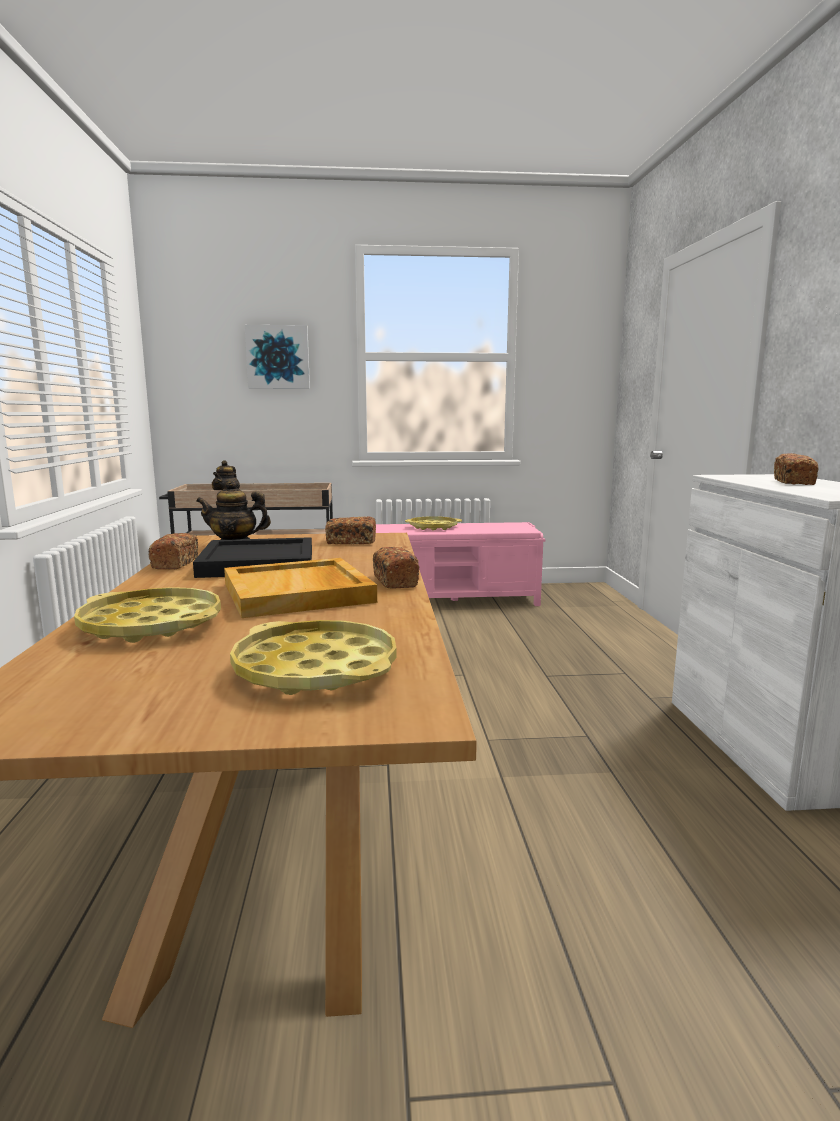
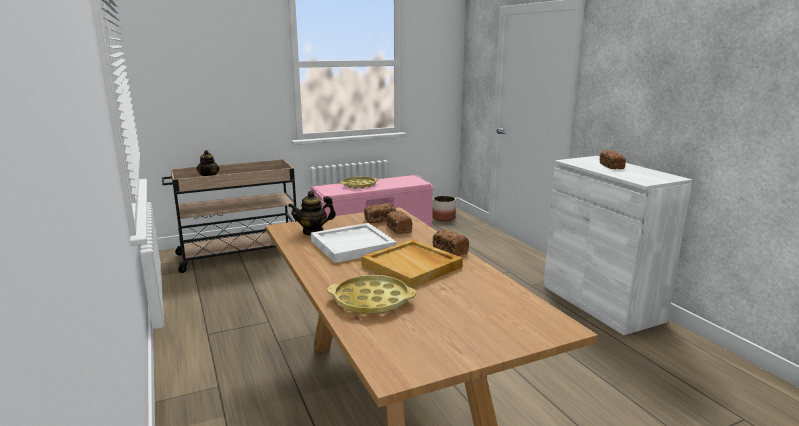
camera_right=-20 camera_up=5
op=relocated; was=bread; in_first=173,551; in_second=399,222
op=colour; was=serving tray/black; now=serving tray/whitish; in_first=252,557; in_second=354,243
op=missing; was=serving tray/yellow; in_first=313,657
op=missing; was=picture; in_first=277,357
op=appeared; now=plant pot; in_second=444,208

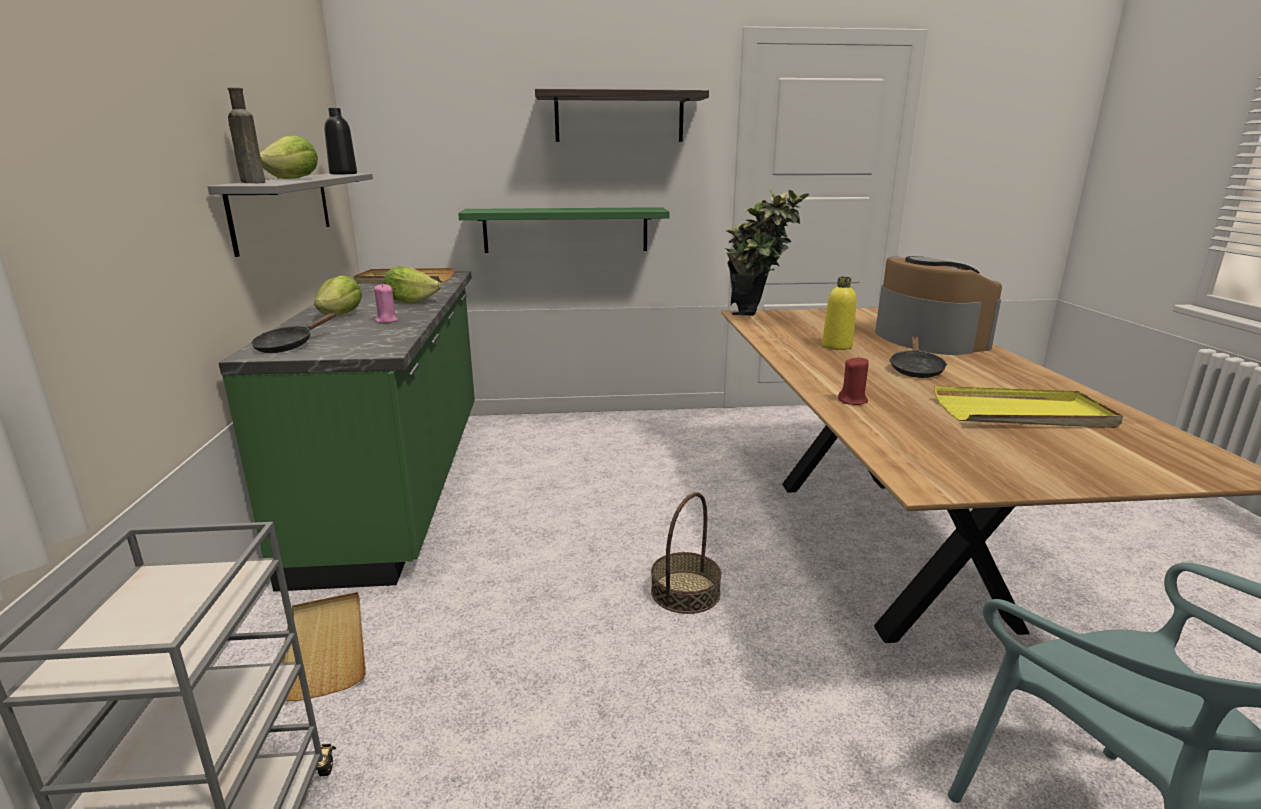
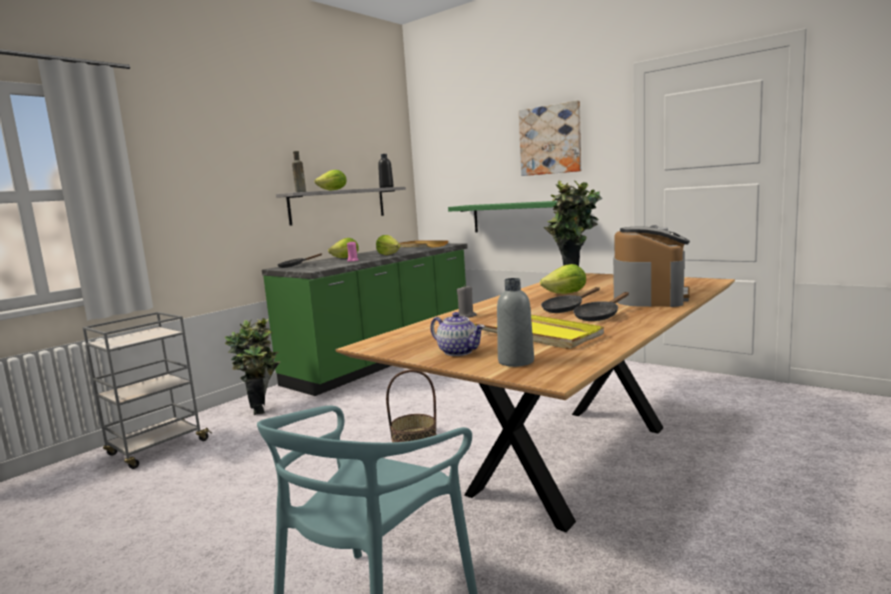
camera_right=45 camera_up=-10
op=exchanged; was=serving tray/beige-coloured; now=potted plant; in_first=323,646; in_second=252,366
op=exchanged; was=shelf; now=picture; in_first=622,115; in_second=550,138
op=exchanged; was=drink bottle/yellow; now=lettuce head; in_first=839,313; in_second=563,279
op=colour; was=candle/red; now=candle/gray; in_first=853,380; in_second=466,301
op=appeared; now=teapot; in_second=457,334
op=appeared; now=drink bottle/gray; in_second=515,322
op=appeared; now=pan/black; in_second=601,306

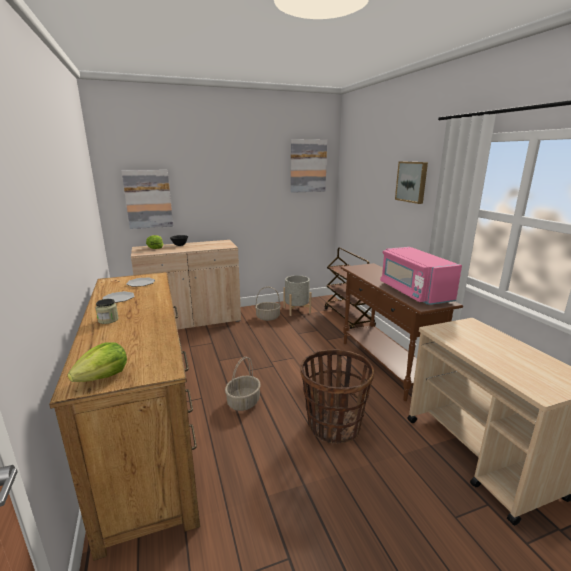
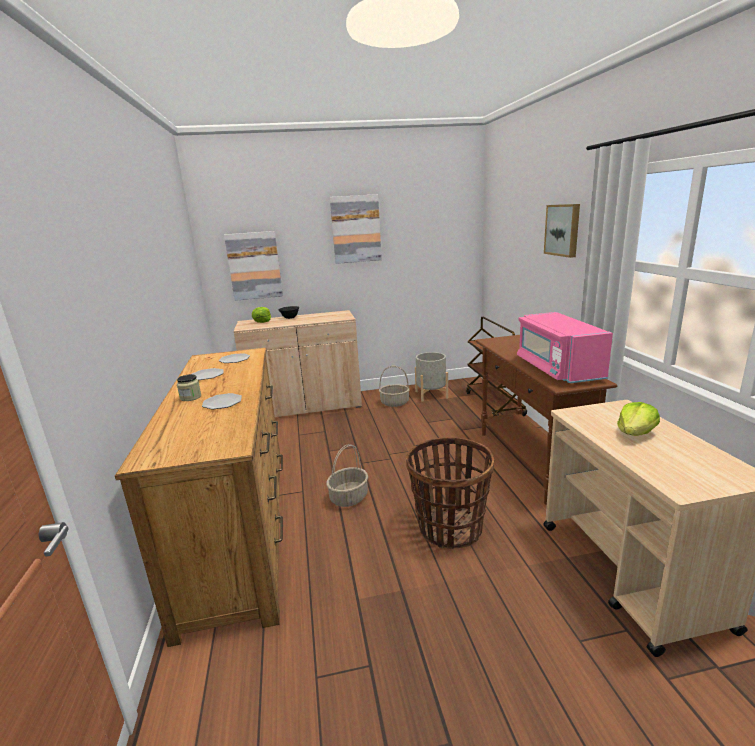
camera_right=10 camera_up=0
op=relocated; was=lettuce head; in_first=97,362; in_second=638,419
op=relocated; was=picture; in_first=309,166; in_second=356,229
op=appeared; now=dinner plate; in_second=222,401

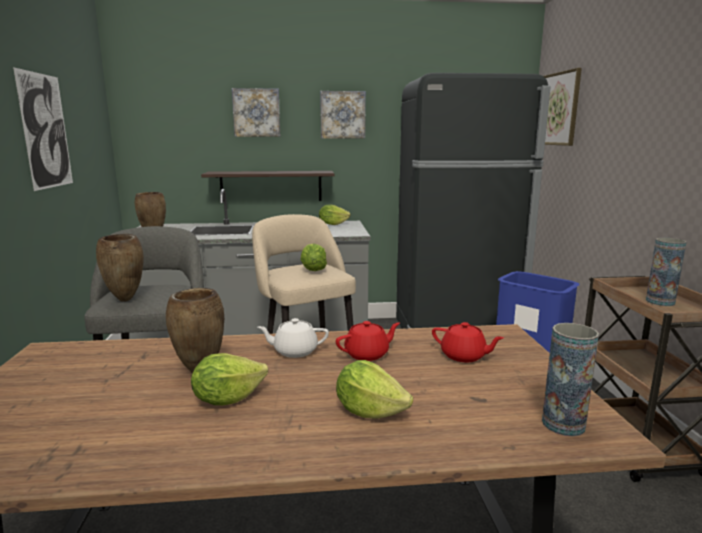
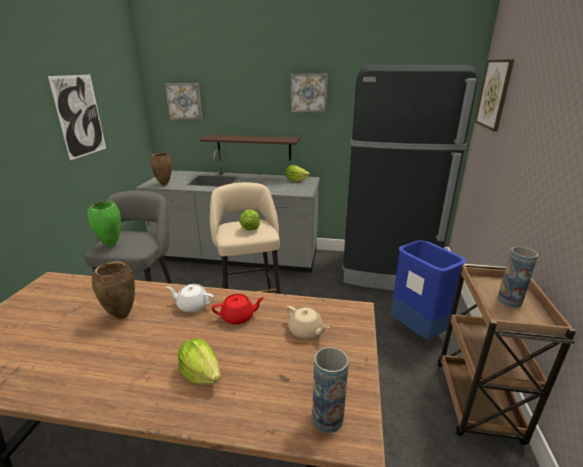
camera_right=15 camera_up=10
op=colour; was=decorative vase/brownish; now=decorative vase/greenish; in_first=119,267; in_second=104,224
op=missing; was=lettuce head; in_first=229,379
op=relocated; was=picture; in_first=256,112; in_second=183,101
op=colour; was=teapot/red; now=teapot/beige-coloured; in_first=468,342; in_second=307,322

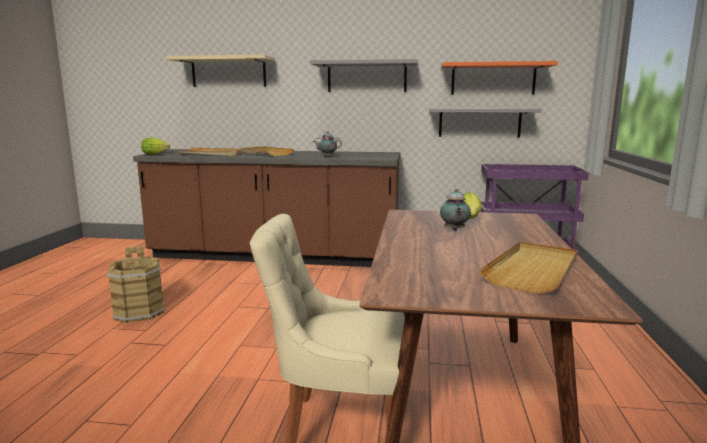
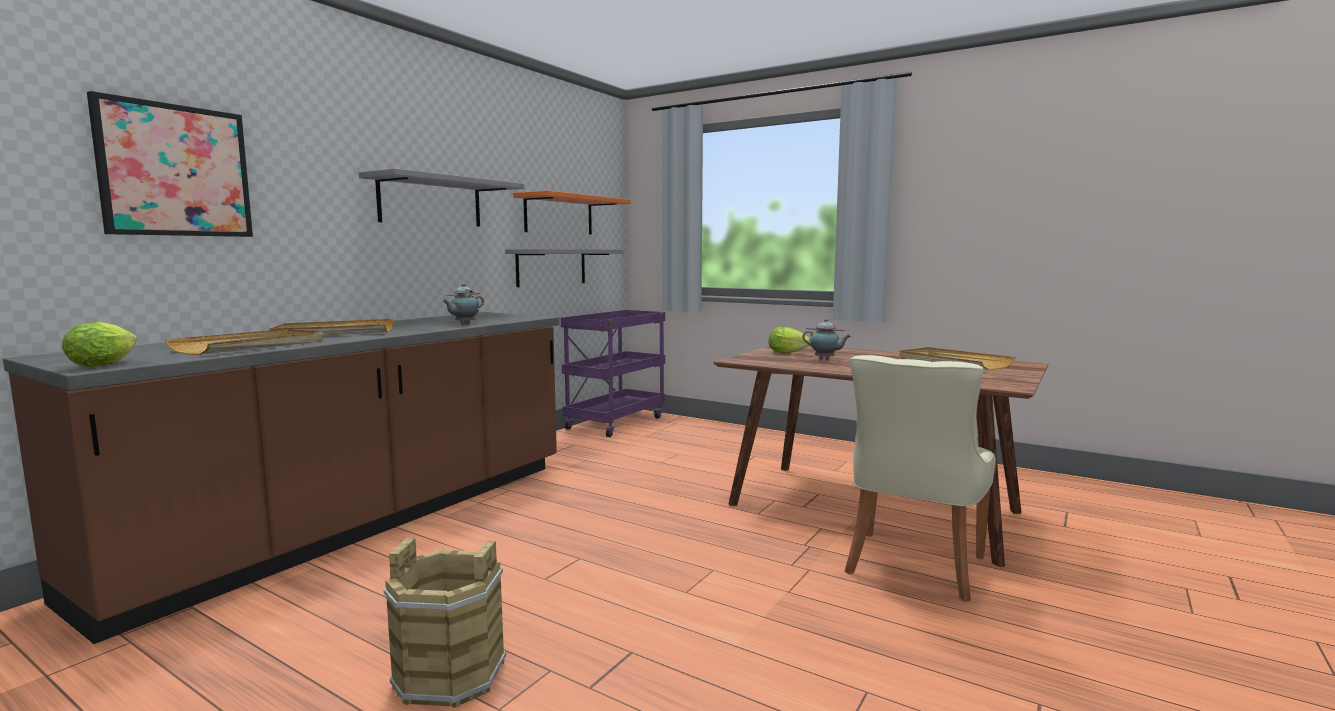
camera_right=-65 camera_up=-5
op=exchanged; was=shelf/beige-coloured; now=picture; in_first=220,71; in_second=170,164

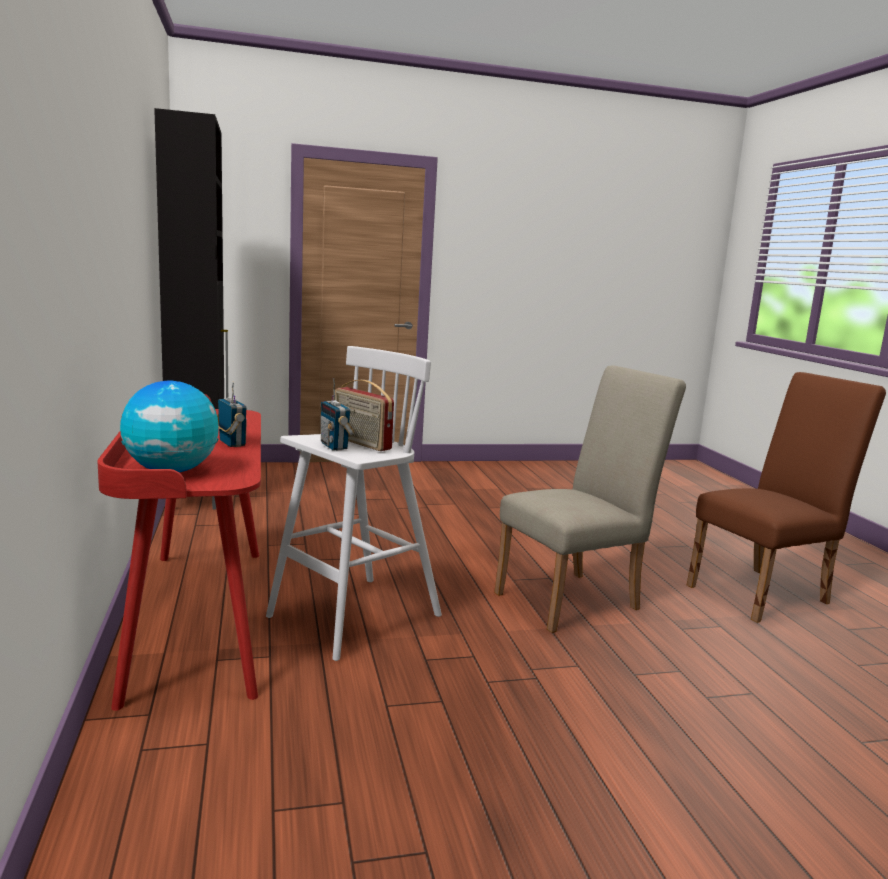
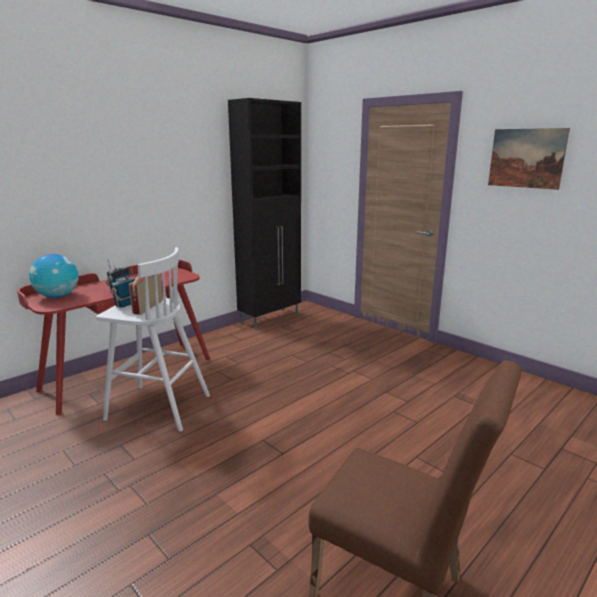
camera_right=60 camera_up=5
op=missing; was=upright chair/beige-coloured; in_first=590,499
op=appeared; now=picture; in_second=529,159

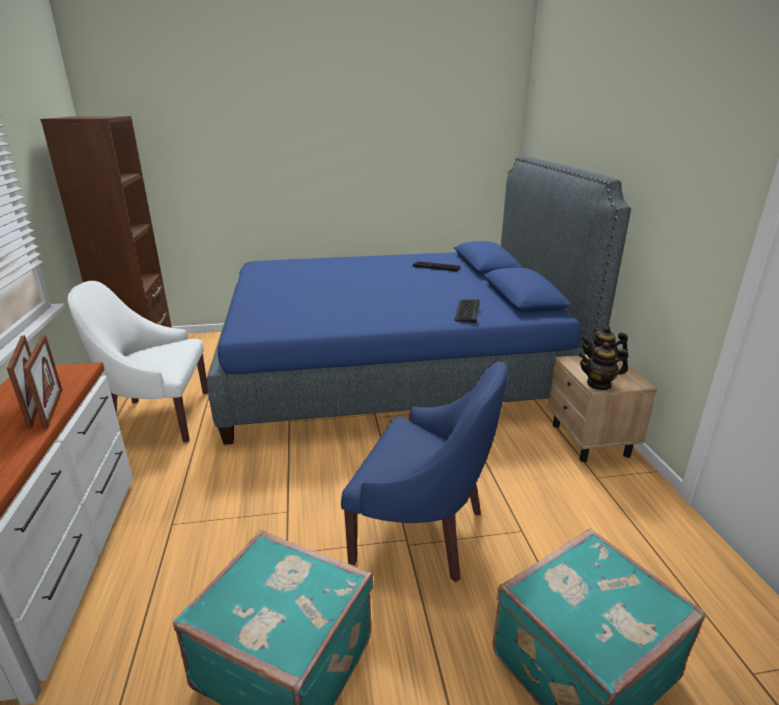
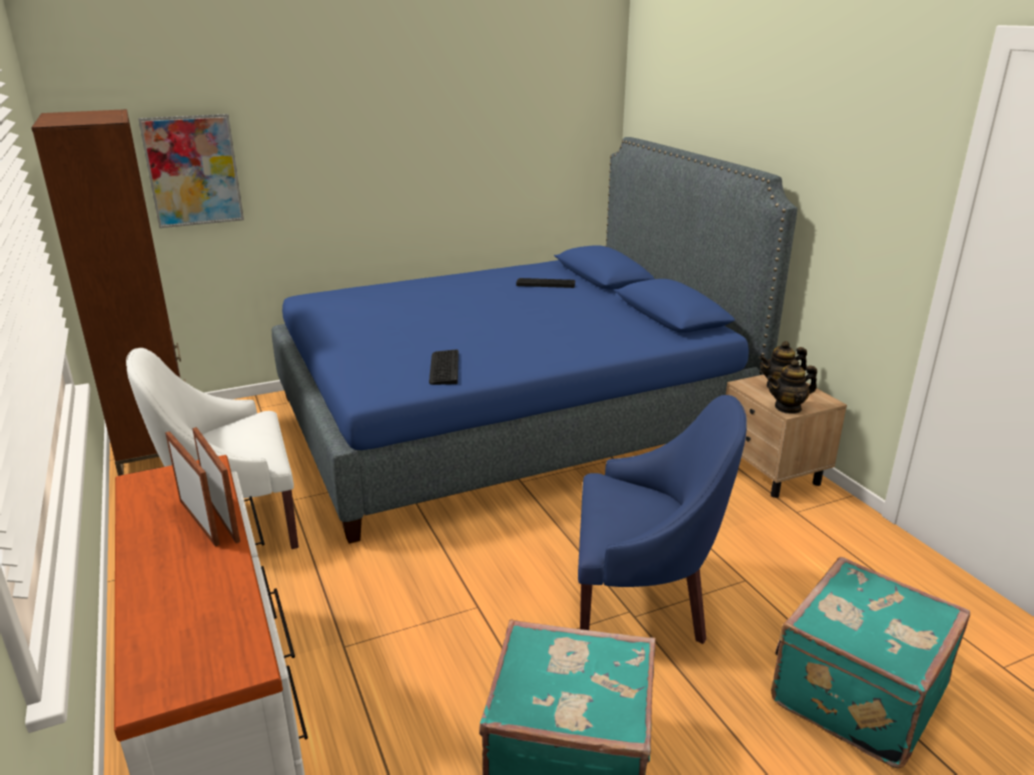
camera_right=-15 camera_up=0
op=relocated; was=computer keyboard; in_first=467,311; in_second=444,367
op=appeared; now=picture; in_second=191,171

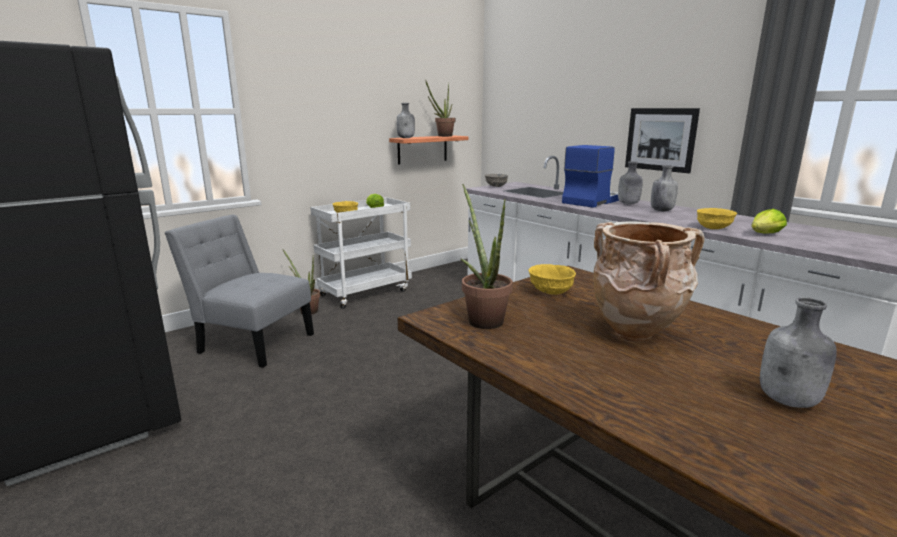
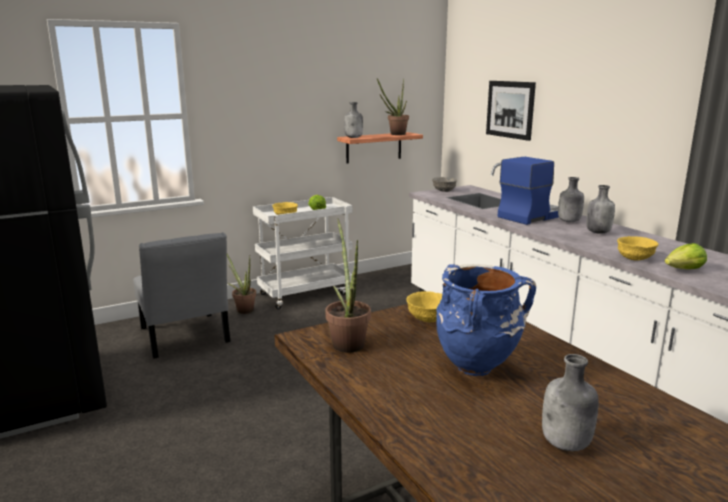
camera_right=10 camera_up=0
op=spun; was=upright chair/gray; in_first=239,291; in_second=182,295; clockwise=-150
op=colour; was=decorative vase/beige-coloured; now=decorative vase/bluish; in_first=649,281; in_second=486,320
op=relocated; was=picture; in_first=662,140; in_second=511,111

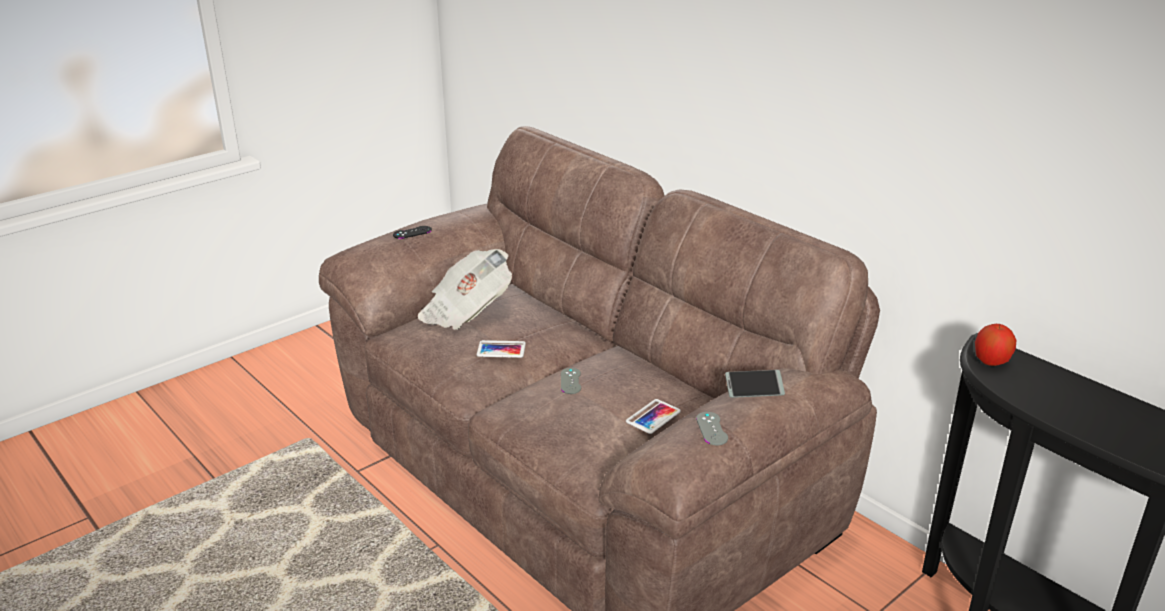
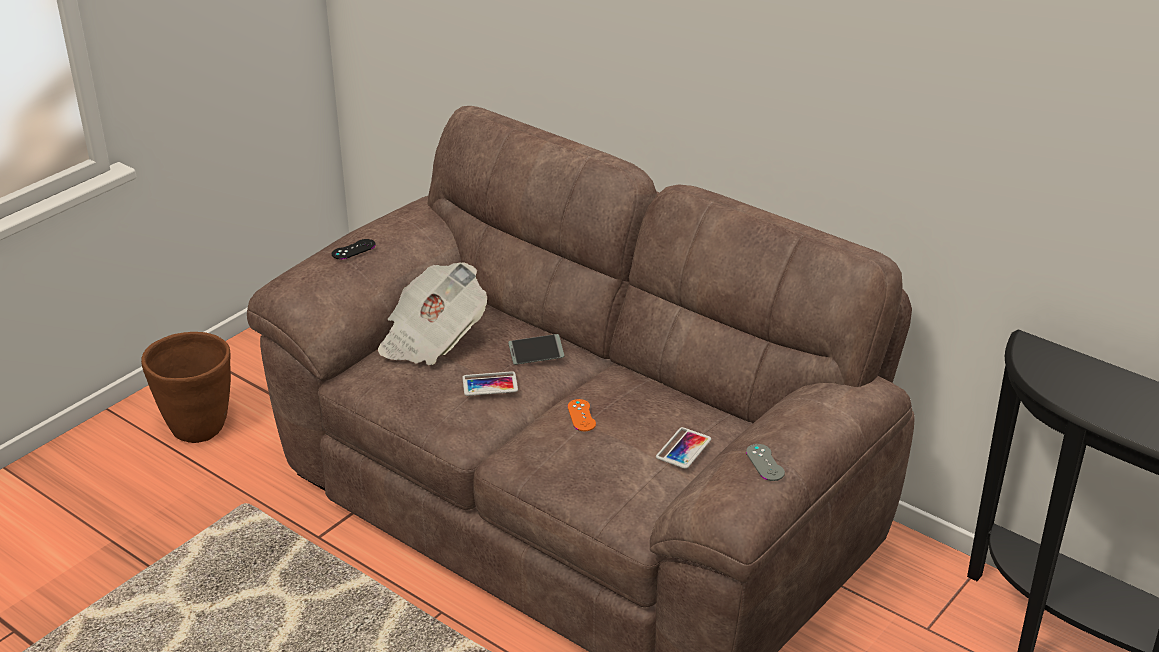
camera_right=-10 camera_up=5
op=colour; was=joypad/gray; now=joypad/orange; in_first=571,381; in_second=582,415
op=relocated; was=handset; in_first=755,384; in_second=536,349
op=missing; was=whole apple; in_first=995,345
op=appeared; now=plant pot/brownish; in_second=186,387

